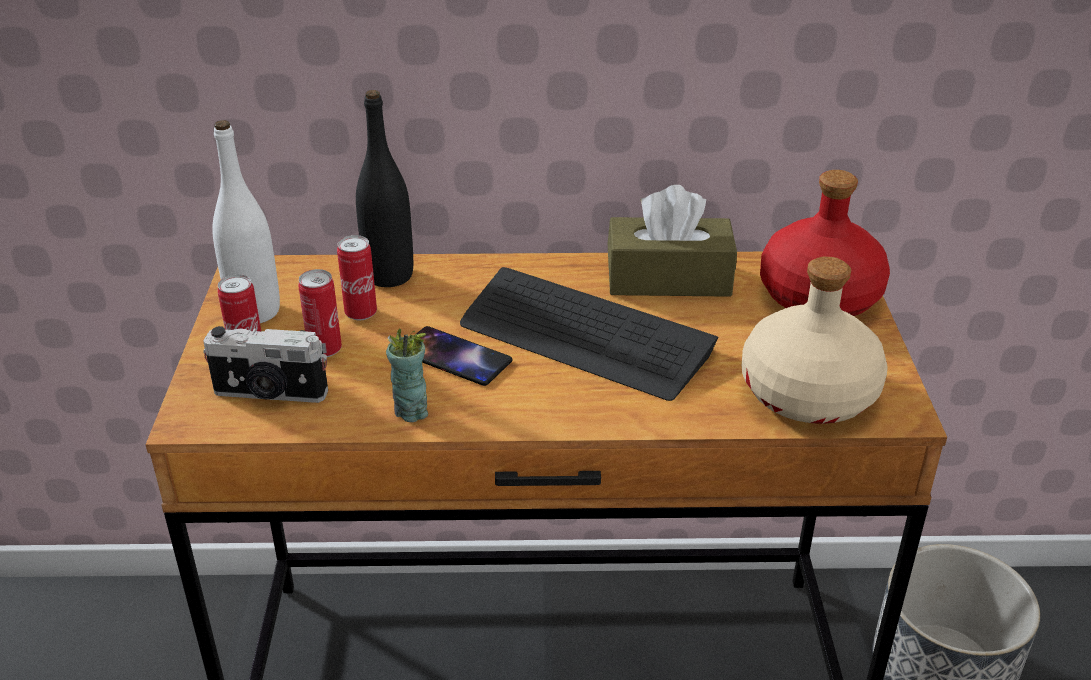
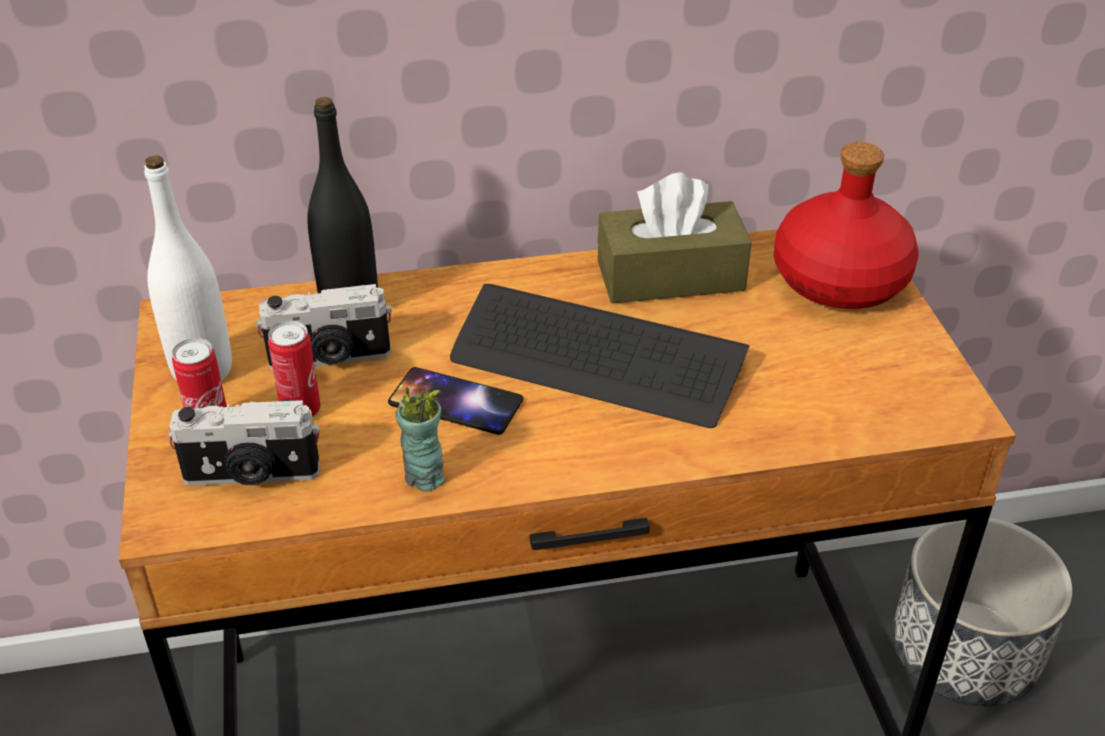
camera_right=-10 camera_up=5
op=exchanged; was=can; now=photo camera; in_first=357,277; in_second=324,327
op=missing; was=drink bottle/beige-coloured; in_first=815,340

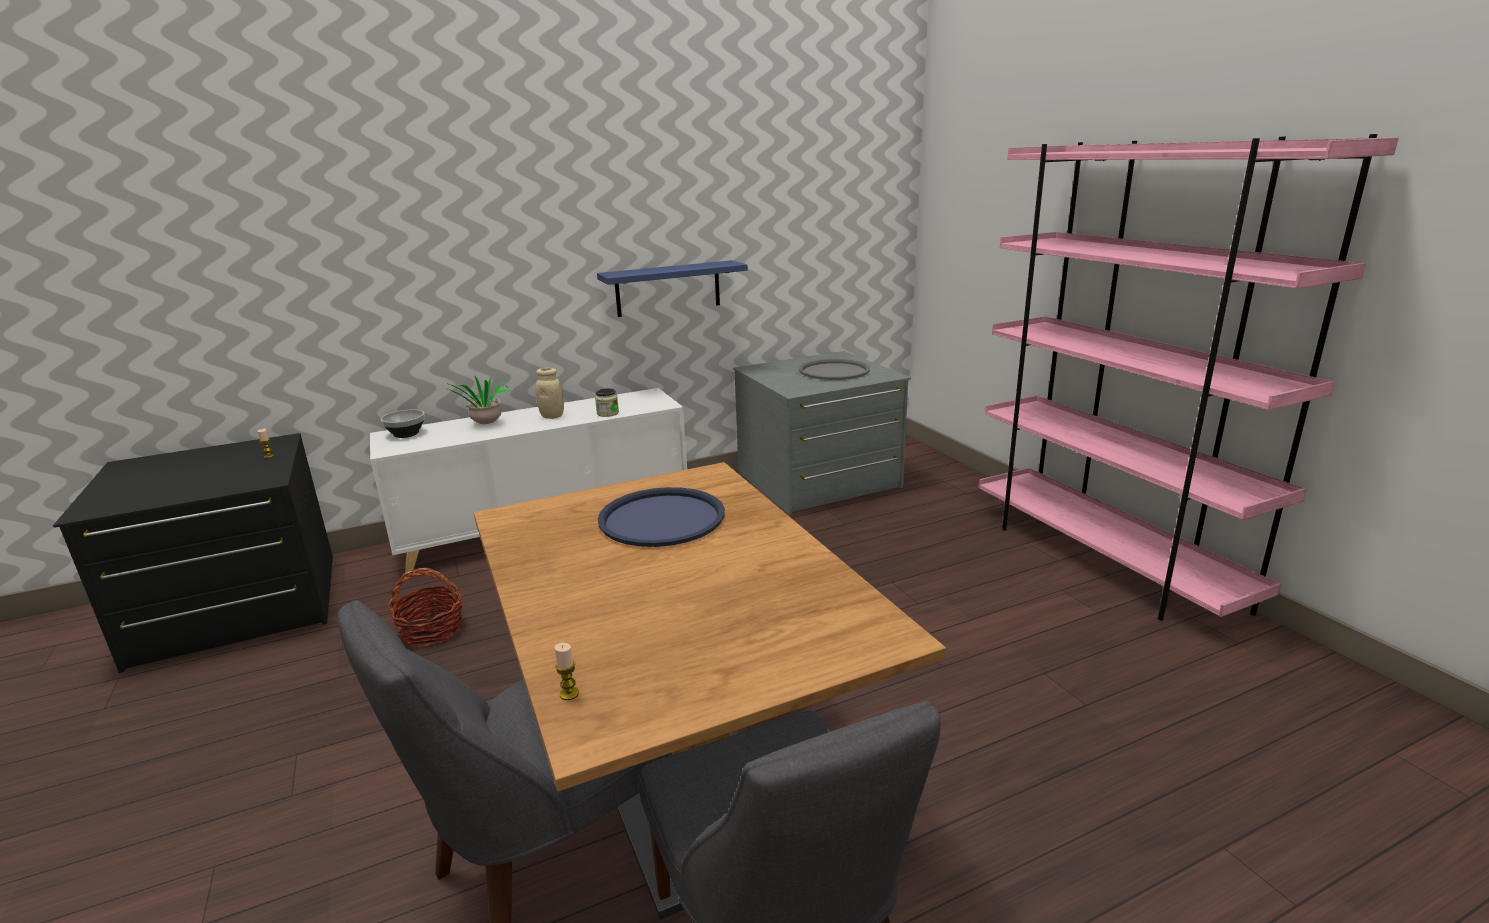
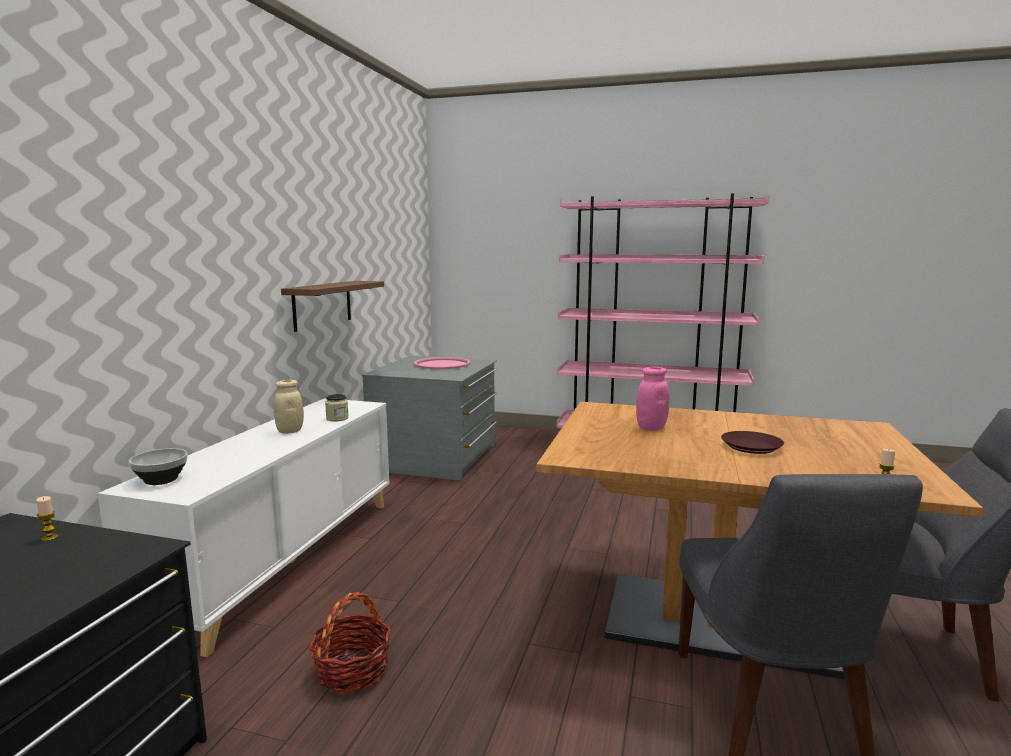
camera_right=-50 camera_up=-10
op=missing; was=potted plant; in_first=478,400
op=colour; was=shelf/bluish; now=shelf/brownish; in_first=672,288; in_second=332,306
op=exchanged; was=serving tray/bluish; now=preserve jar/pink-coloured; in_first=661,517; in_second=652,399
op=colour; was=serving tray/gray; now=serving tray/pink-coloured; in_first=834,369; in_second=442,363
op=appeared; now=dinner plate/brownish; in_second=752,442

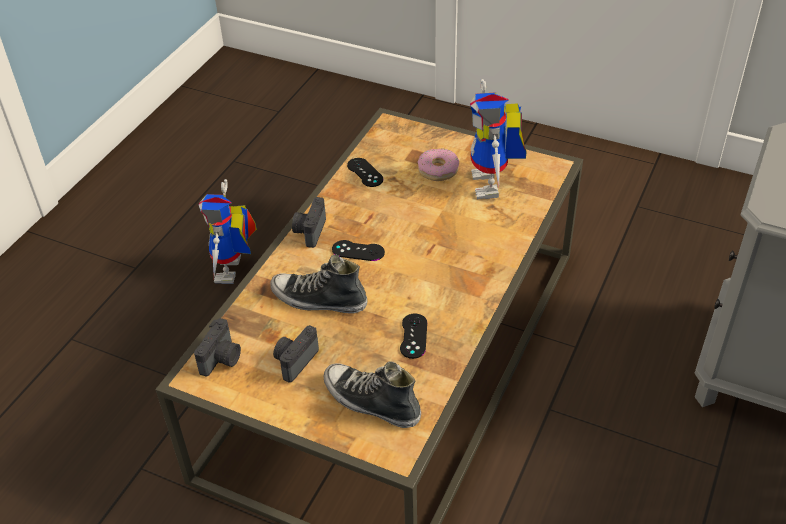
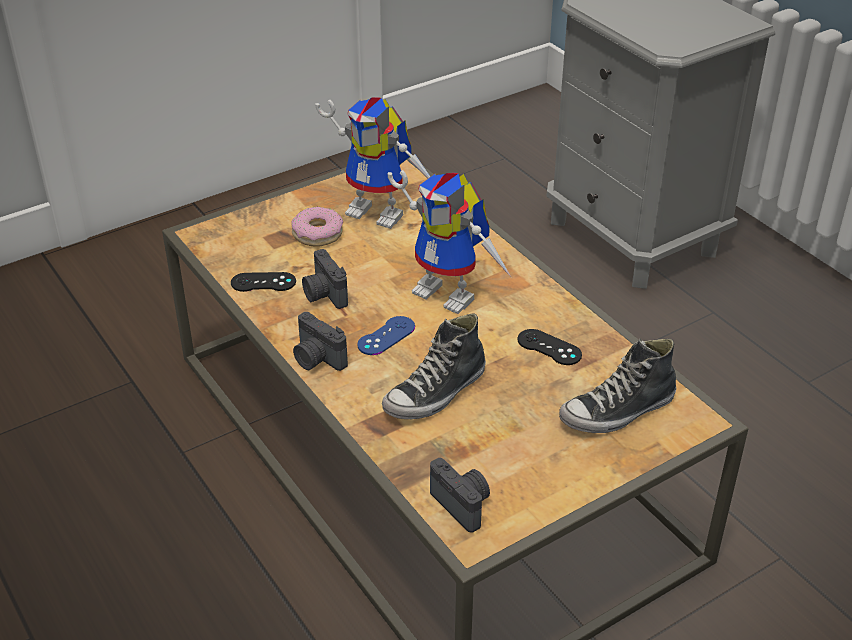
camera_right=-60 camera_up=-5
op=relocated; was=model robot; in_first=227,231; in_second=449,242
op=relocated; was=photo camera; in_first=296,354; in_second=325,279
op=colour; was=joypad/black; now=joypad/bluish; in_first=358,250; in_second=386,335

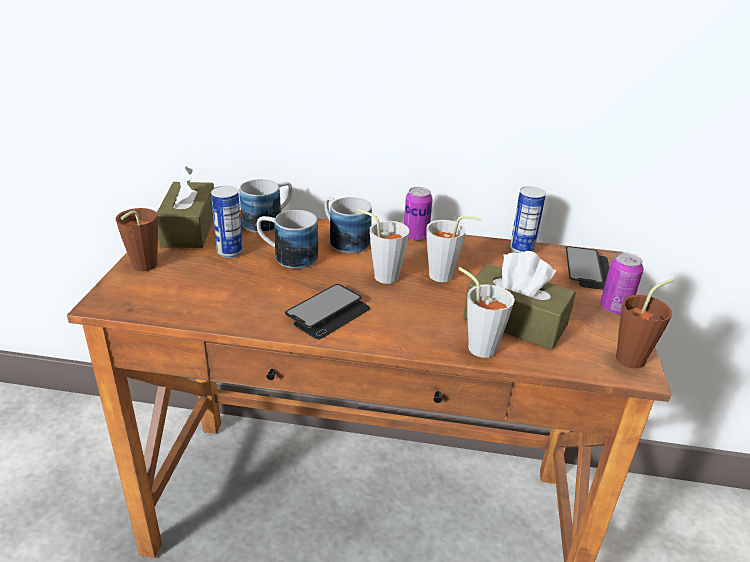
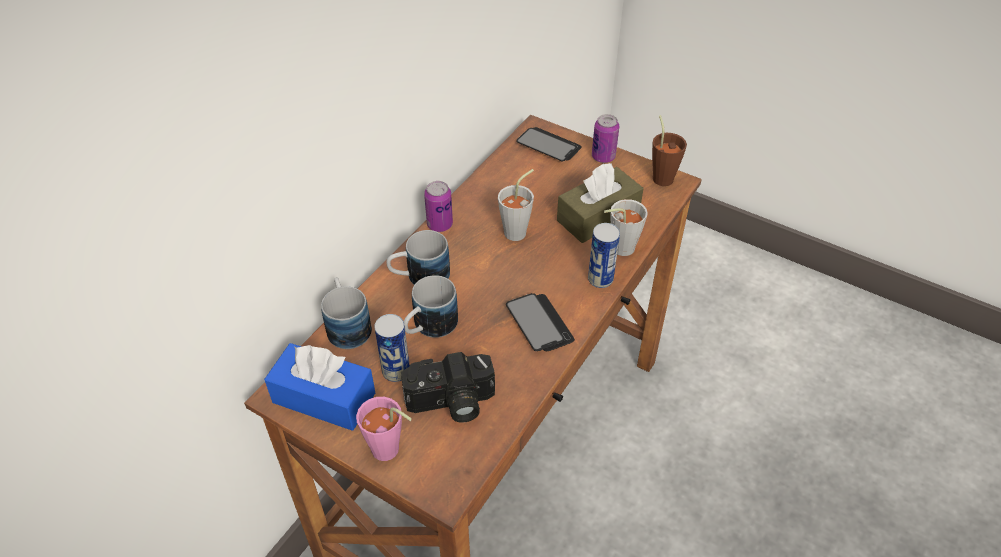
camera_right=-65 camera_up=15
op=colour; was=small cup/brownish; now=small cup/pink-coloured; in_first=136,239; in_second=384,429
op=colour; was=tissue holder/brownish; now=tissue holder/bluish; in_first=185,207; in_second=319,387
op=missing; was=small cup/gray; in_first=383,246
op=relocated; was=can; in_first=528,219; in_second=604,255
op=appeared; now=photo camera; in_second=448,387

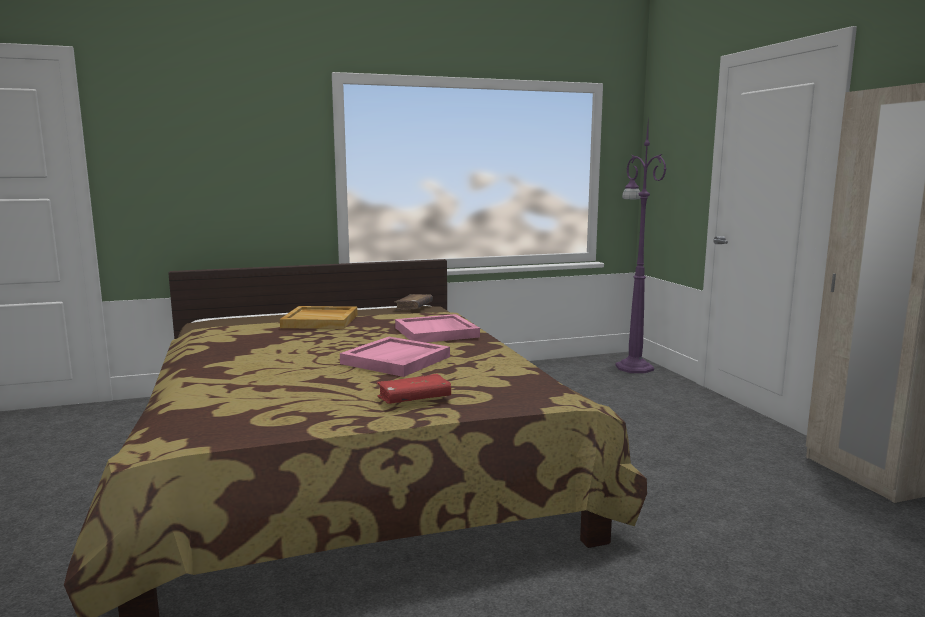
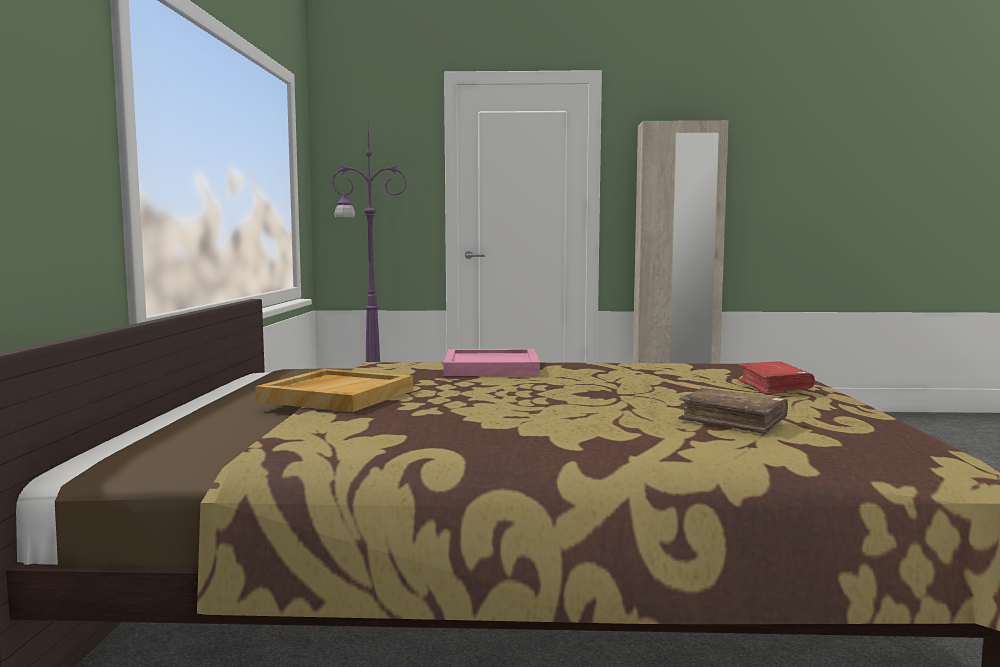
camera_right=-70 camera_up=-5
op=missing; was=serving tray/pink-coloured; in_first=395,357
op=relocated; was=book/brownish; in_first=413,302; in_second=733,411

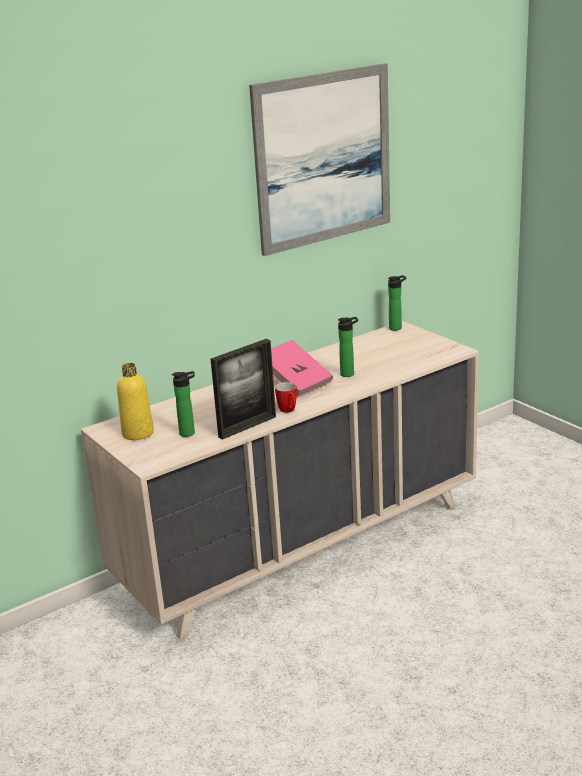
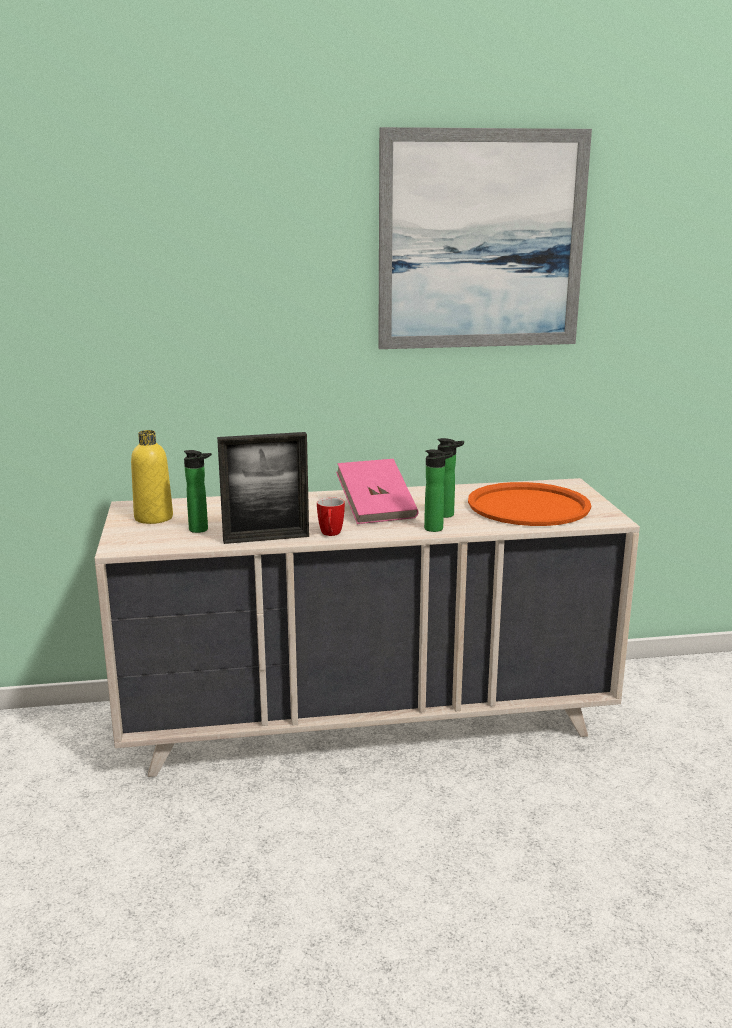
camera_right=25 camera_up=-5
op=relocated; was=drink bottle; in_first=397,303; in_second=438,490
op=appeared; now=serving tray/orange; in_second=529,504

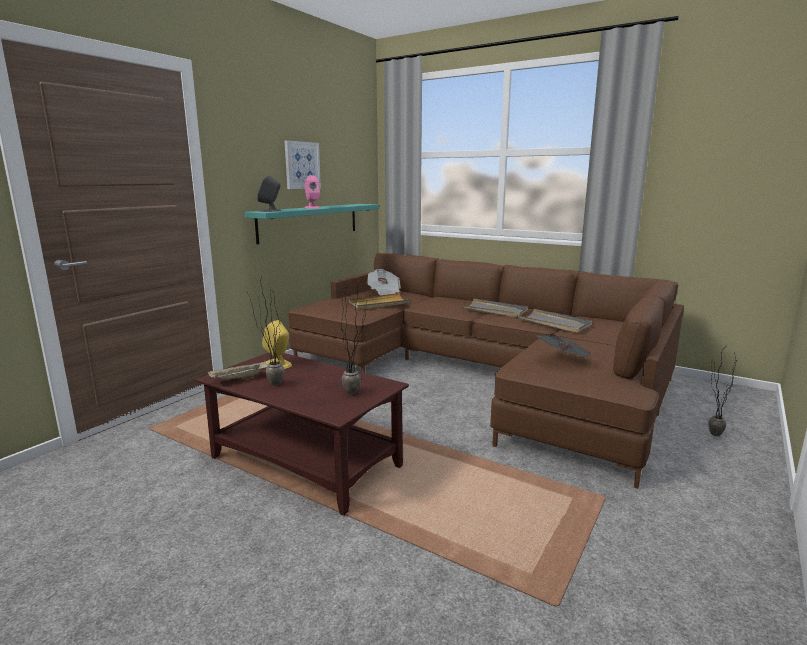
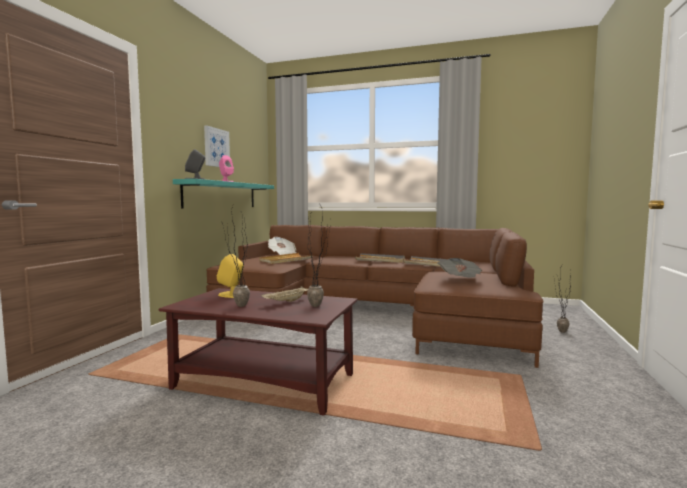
camera_right=-15 camera_up=-10
op=relocated; was=serving tray/beige-coloured; in_first=238,370; in_second=285,294

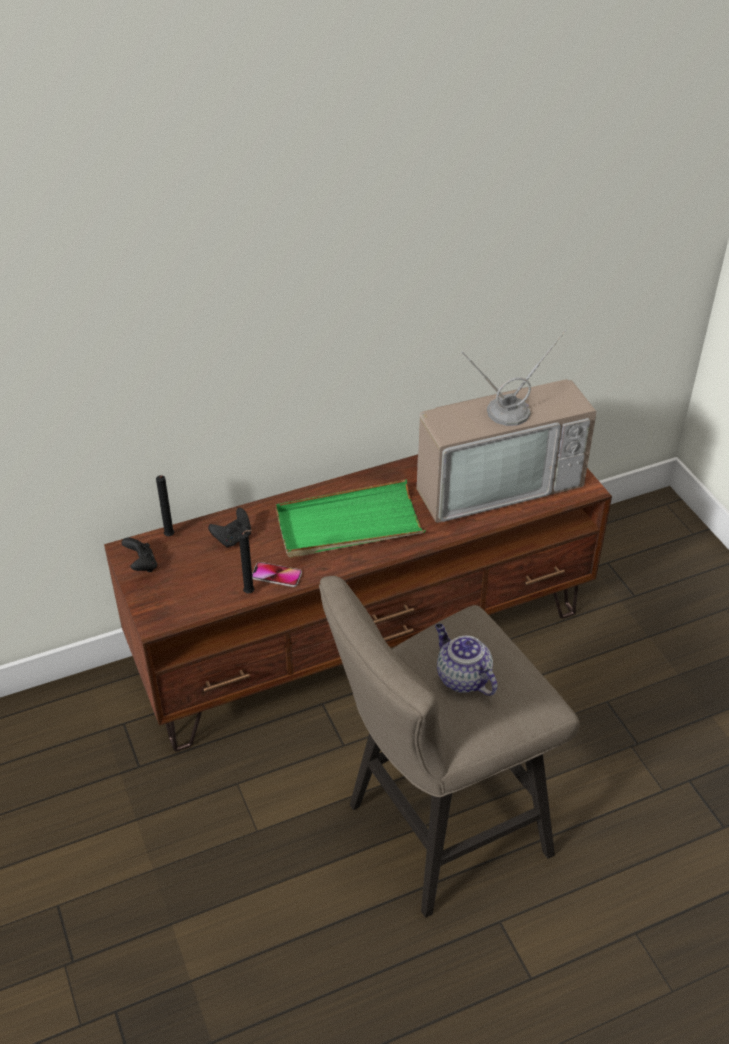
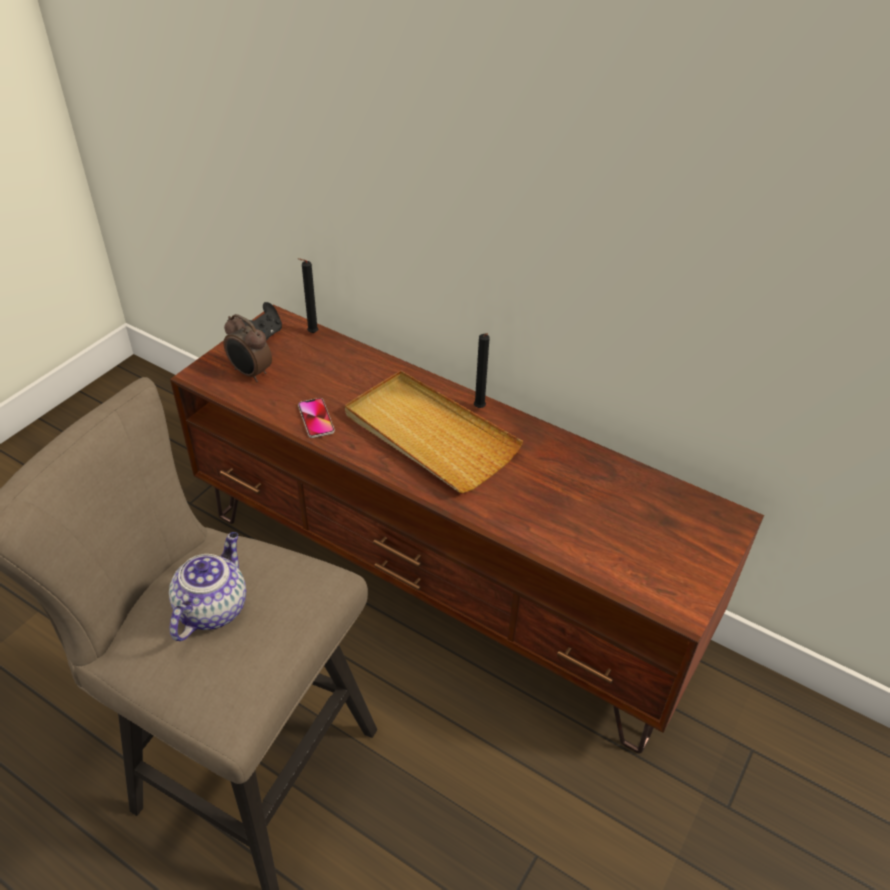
camera_right=55 camera_up=0
op=missing; was=joypad/black; in_first=229,528
op=relocated; was=candle/black; in_first=246,562; in_second=482,370
op=colour; was=serving tray/greenish; now=serving tray/beige-coloured; in_first=351,519; in_second=434,432
op=missing; was=television; in_first=507,426
op=appeared; now=bedside clock; in_second=248,348

